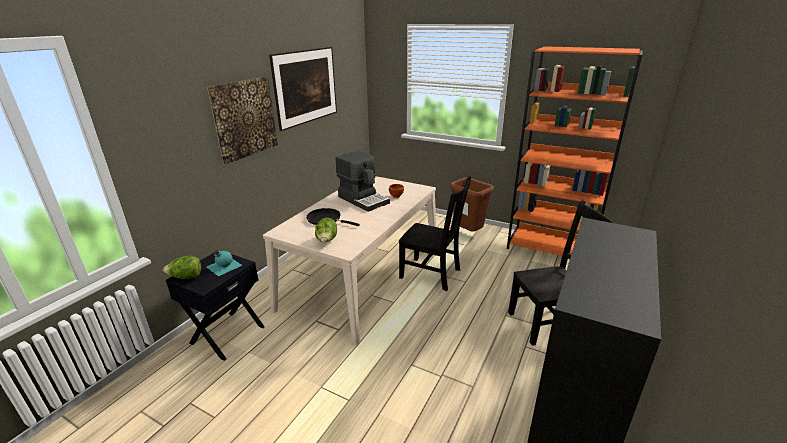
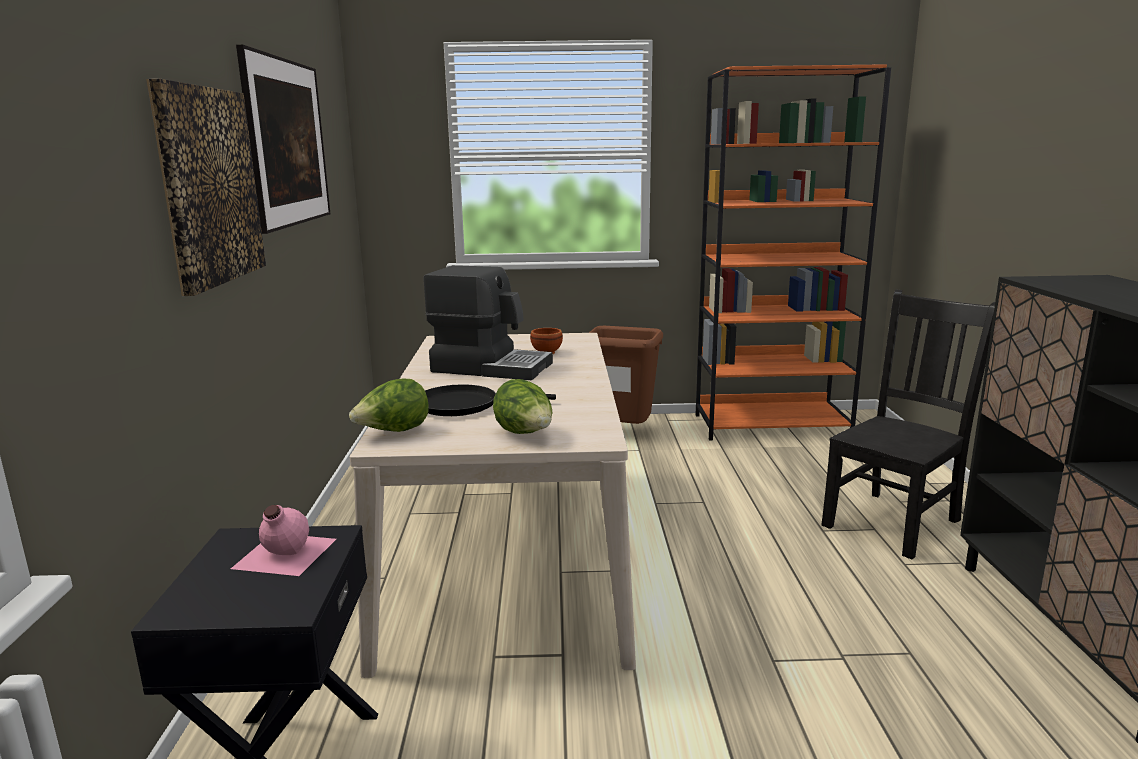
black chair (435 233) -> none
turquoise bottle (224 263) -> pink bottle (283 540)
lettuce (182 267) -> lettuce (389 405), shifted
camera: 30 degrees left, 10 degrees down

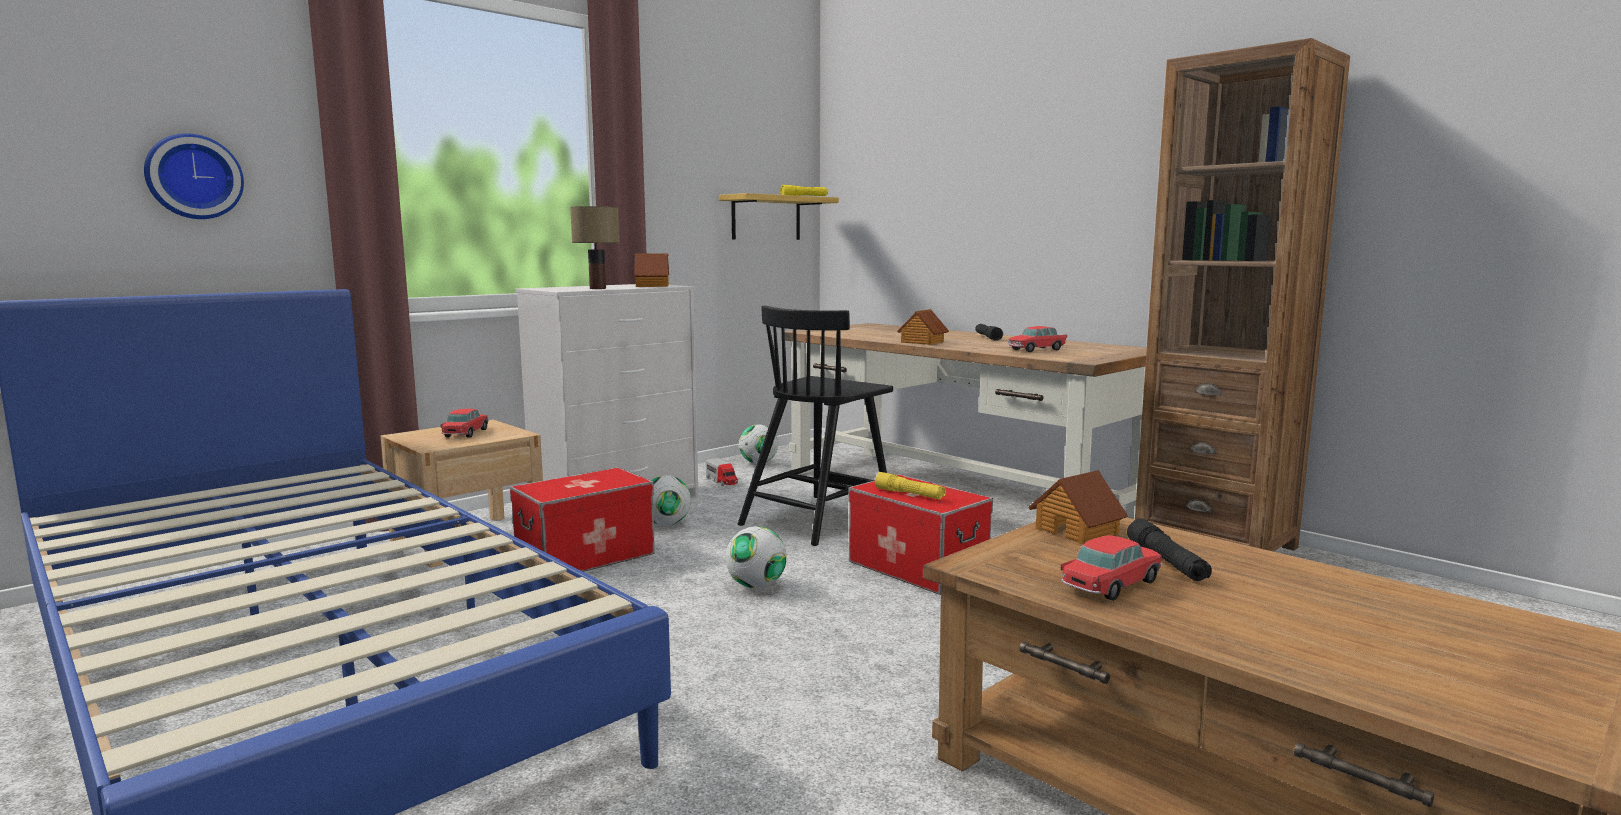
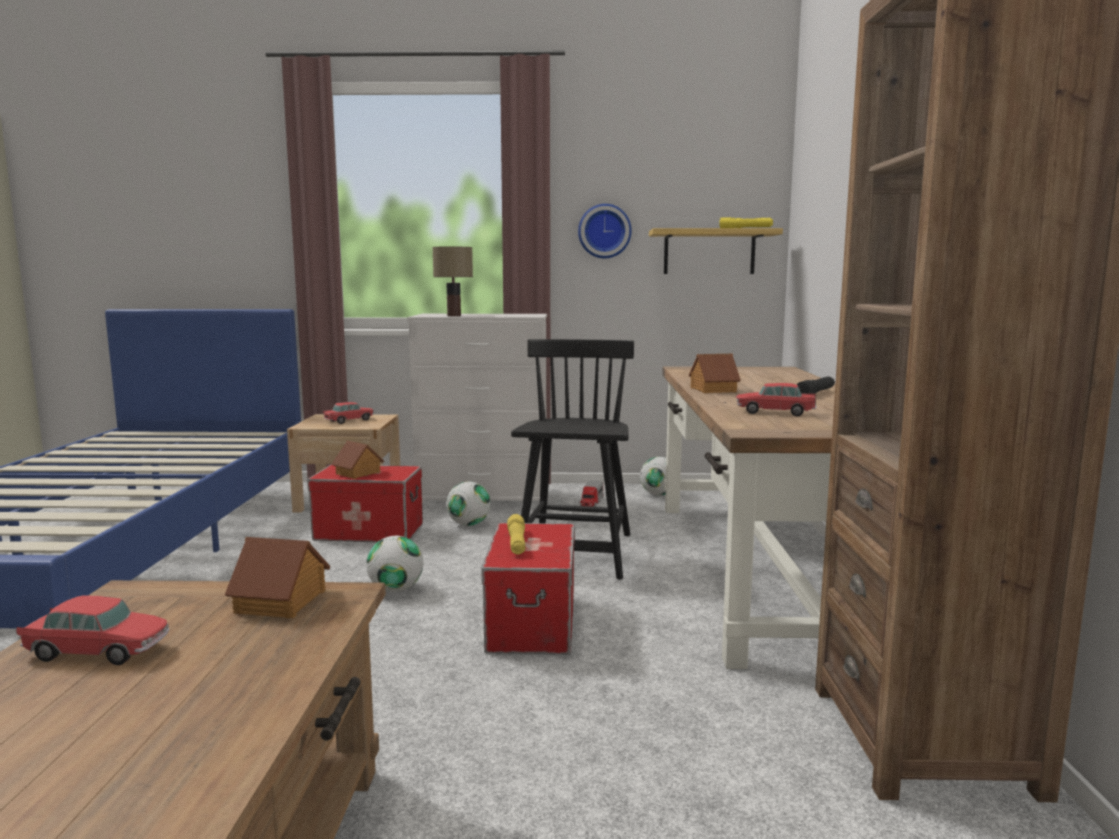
wall clock (194 176) -> wall clock (605 231), shifted
toy house (651 270) -> toy house (358 460), shifted
black chair (815 425) -> black chair (572 459), 105 degrees clockwise
black flashlight (1169 549) -> none
camera: 45 degrees right, 0 degrees up

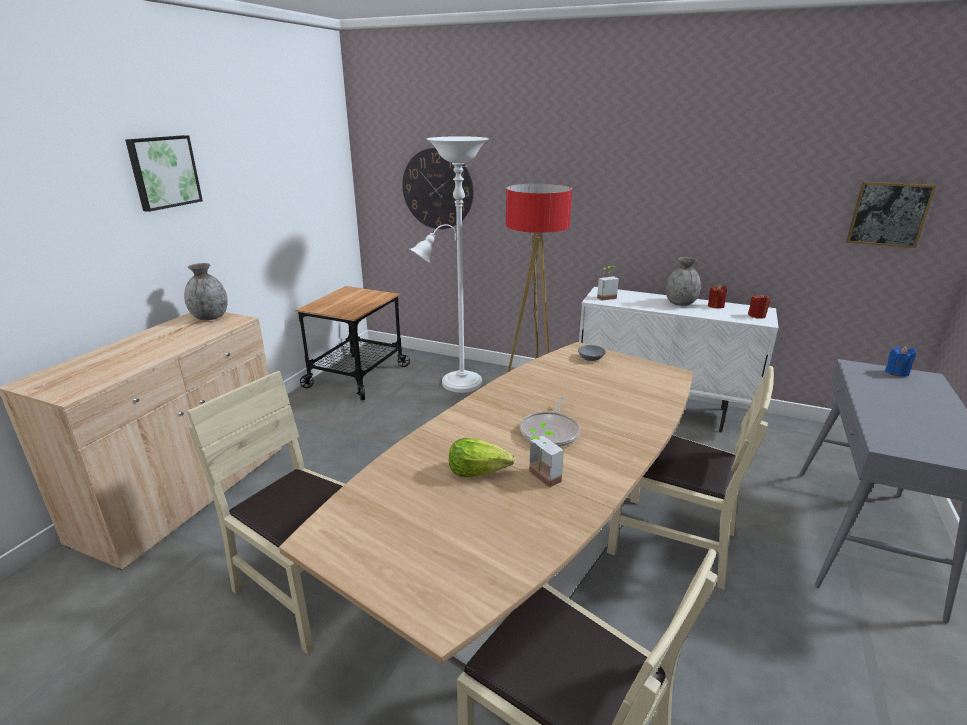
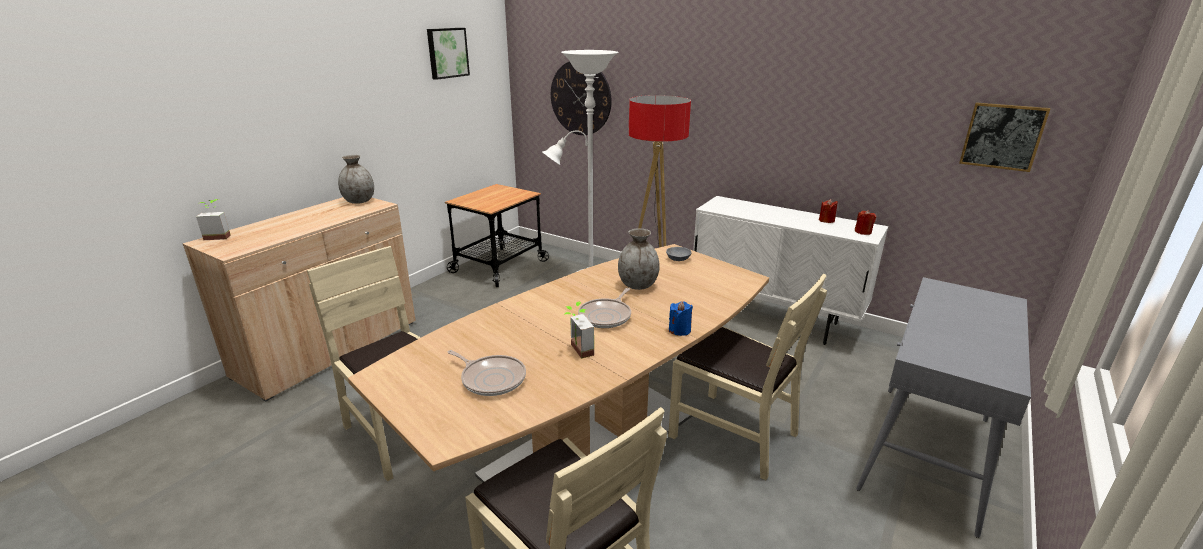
picture (164 173) -> picture (448 54), shifted
grey vase (683 281) -> grey vase (639 259), shifted
potted plant (608 283) -> potted plant (213 219), shifted
blue candle (900 361) -> blue candle (681 318), shifted
lettuce (482 457) -> none
none -> frying pan (487 373)
camera: 10 degrees right, 0 degrees up

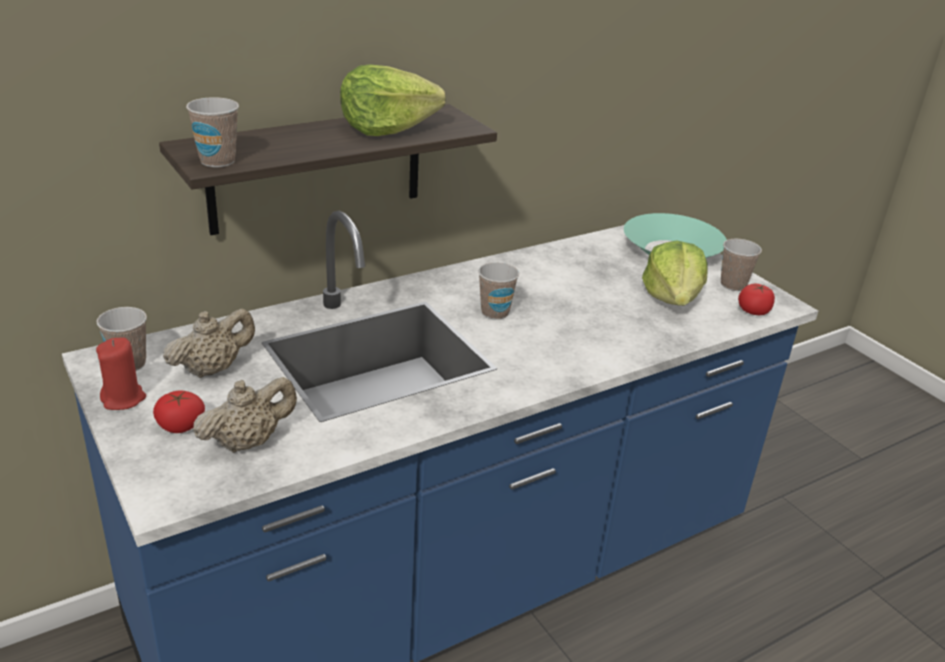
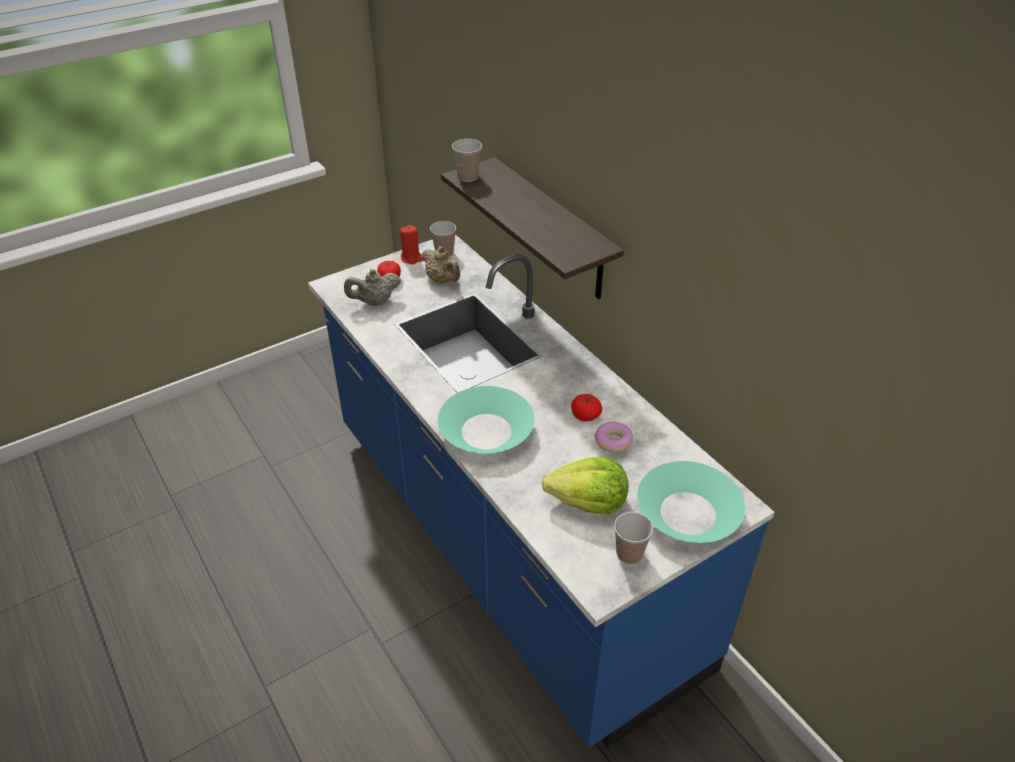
lettuce (393 100) -> none
cup (498 291) -> none
tomato (756 299) -> tomato (586 408), shifted
beige teapot (245 415) -> beige teapot (372 287), 105 degrees clockwise
none -> turquoise bowl (486 420)
none -> donut (614 437)
camera: 90 degrees right, 10 degrees up

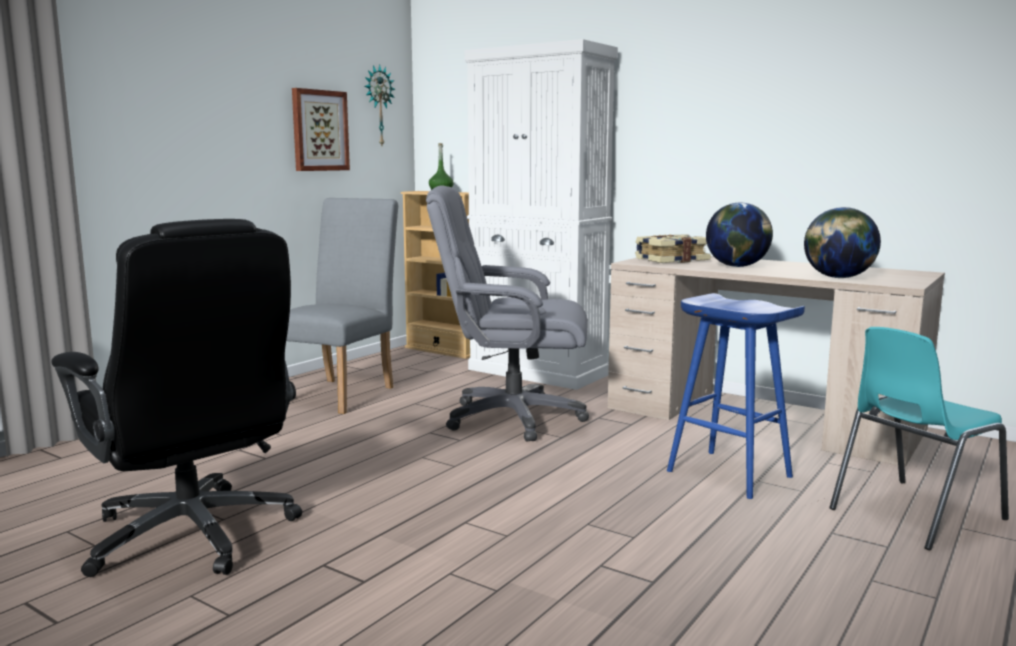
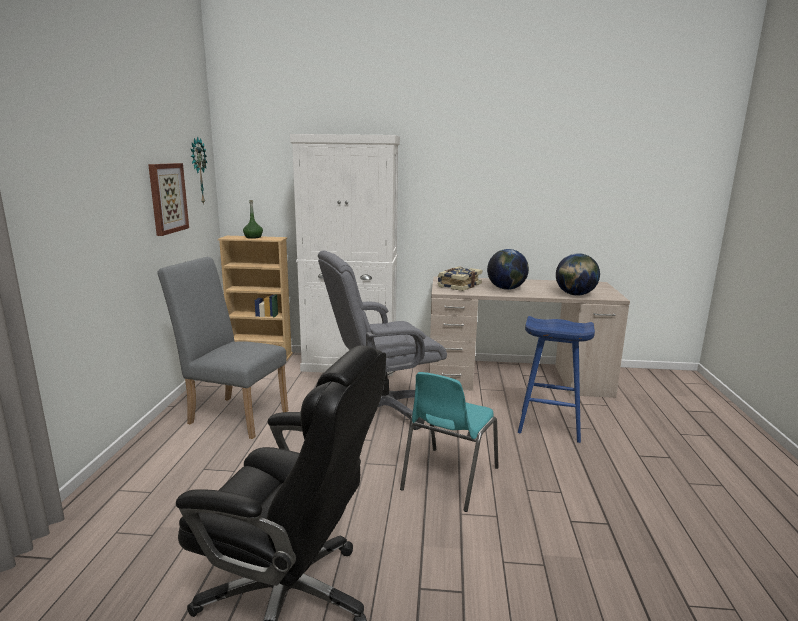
grey chair (342 306) -> grey chair (222 348), 60 degrees counterclockwise
turquoise chair (919 438) -> turquoise chair (449 442), shifted
camera: 30 degrees left, 5 degrees up

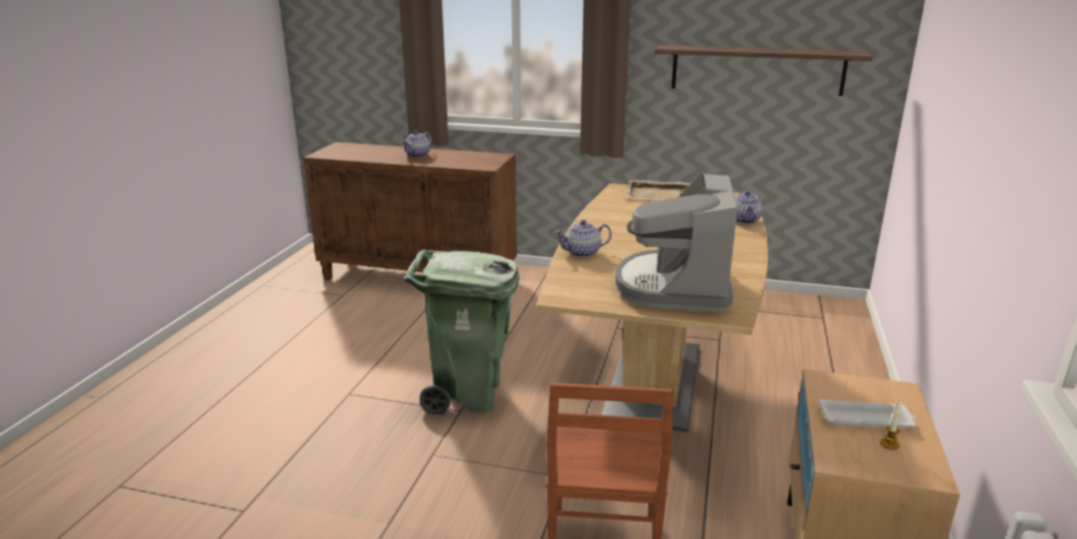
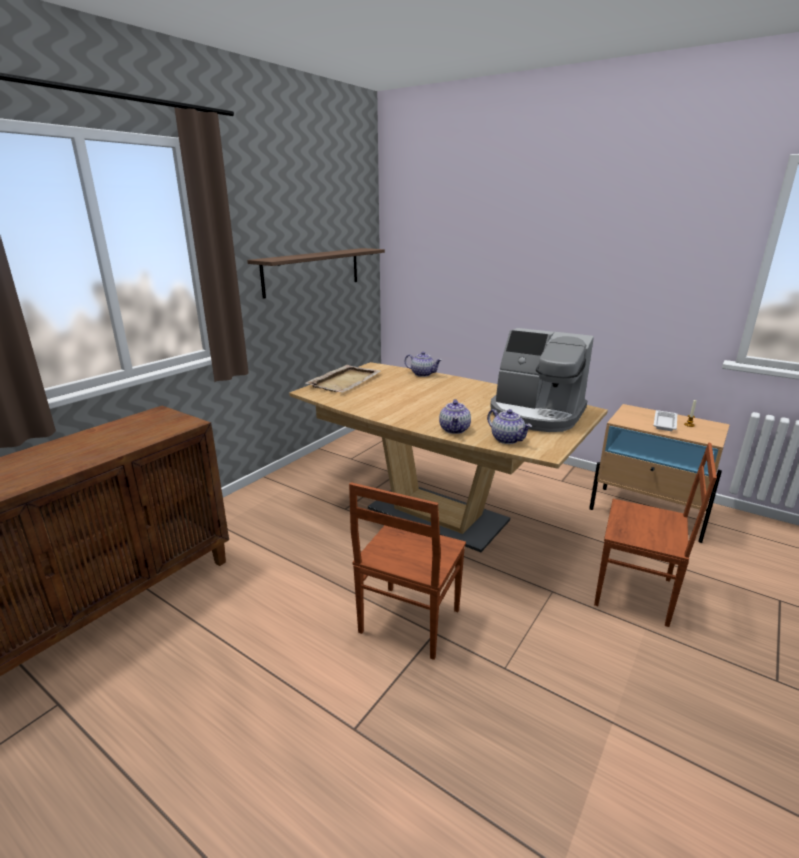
teapot (417 144) -> teapot (509 426), shifted
green trash can (461 332) -> brown chair (407 571)
camera: 70 degrees left, 0 degrees up

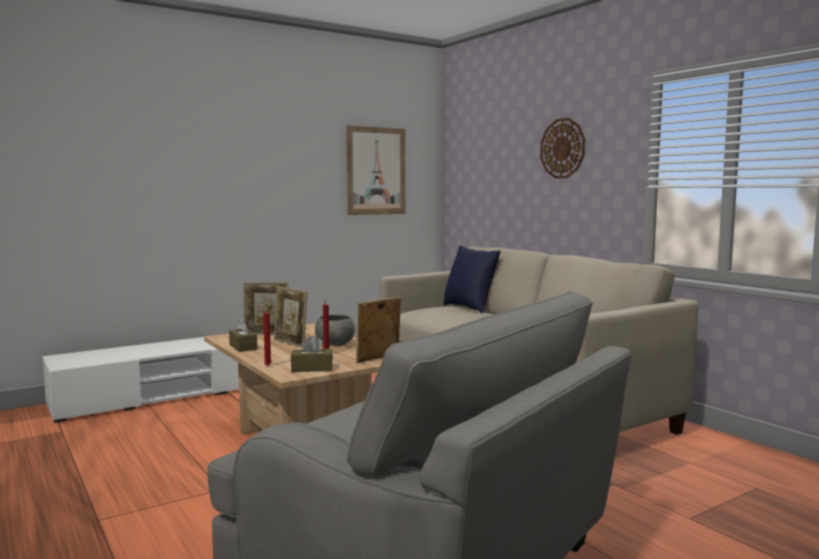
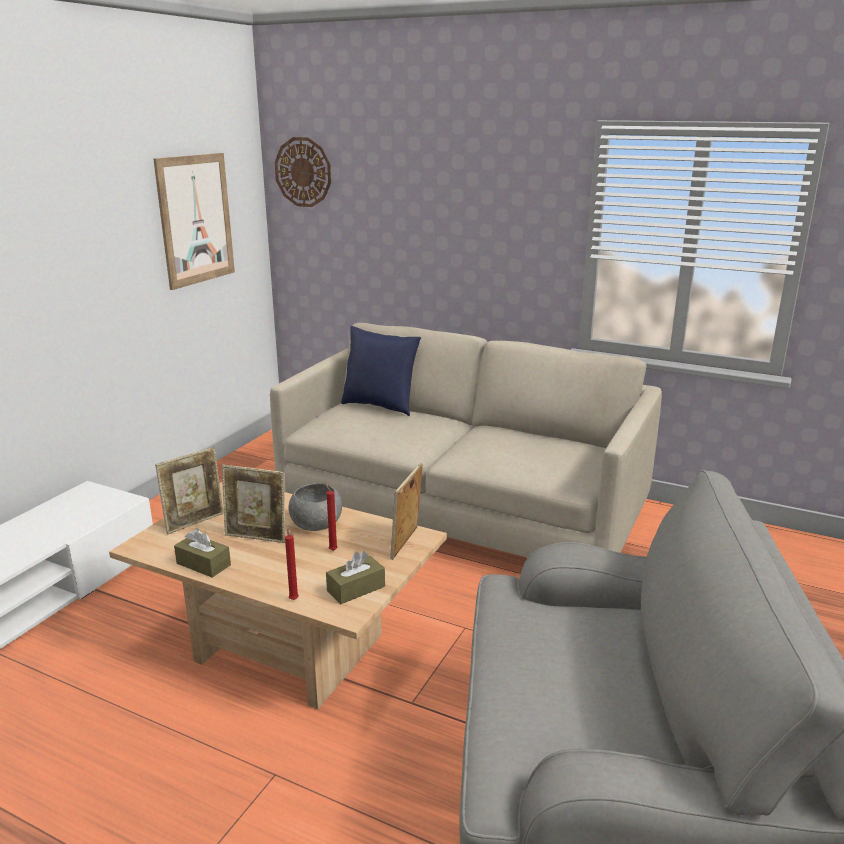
wall clock (562 148) -> wall clock (303 172), shifted
camera: 30 degrees left, 15 degrees up

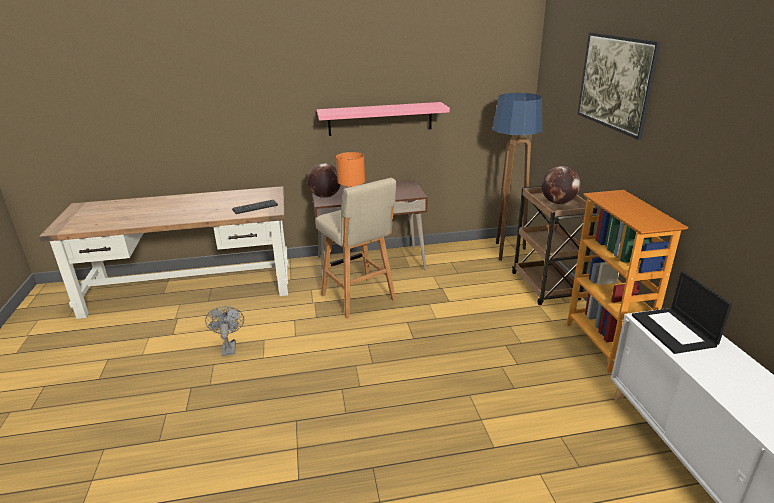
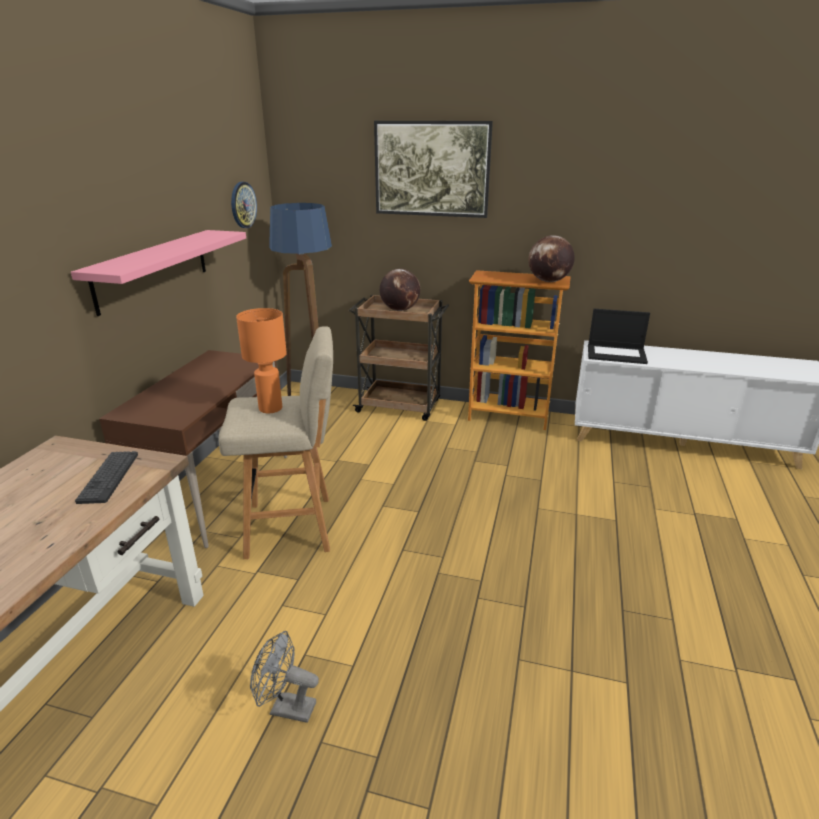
globe (324 180) -> globe (551 258), shifted
none -> wall clock (244 205)
camera: 65 degrees left, 0 degrees up

